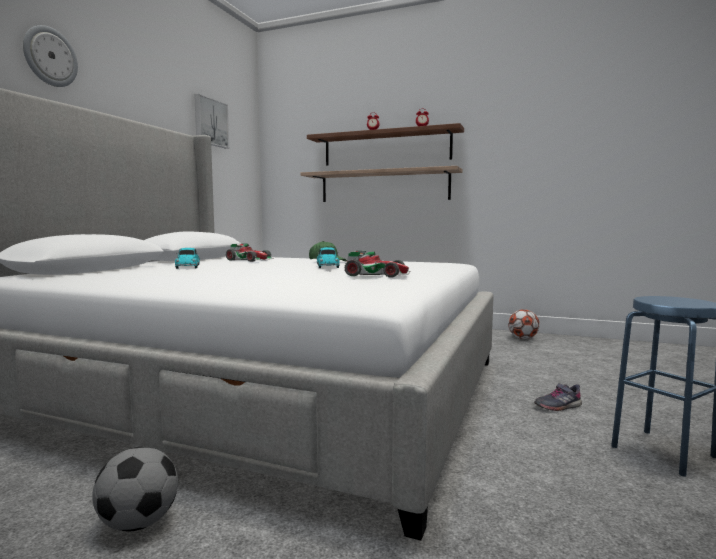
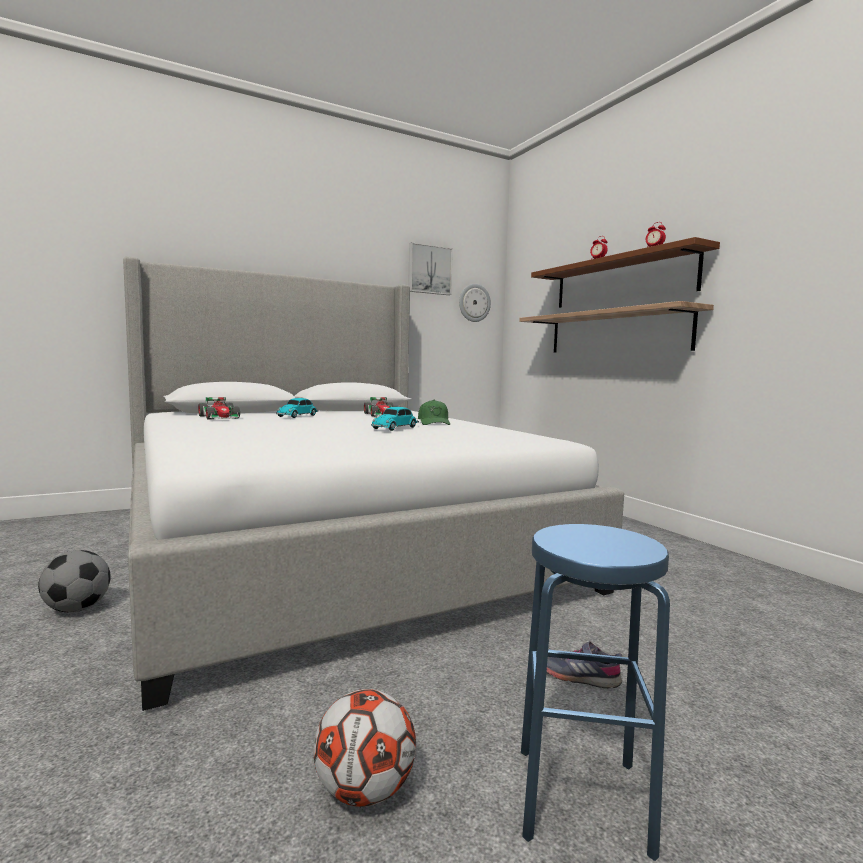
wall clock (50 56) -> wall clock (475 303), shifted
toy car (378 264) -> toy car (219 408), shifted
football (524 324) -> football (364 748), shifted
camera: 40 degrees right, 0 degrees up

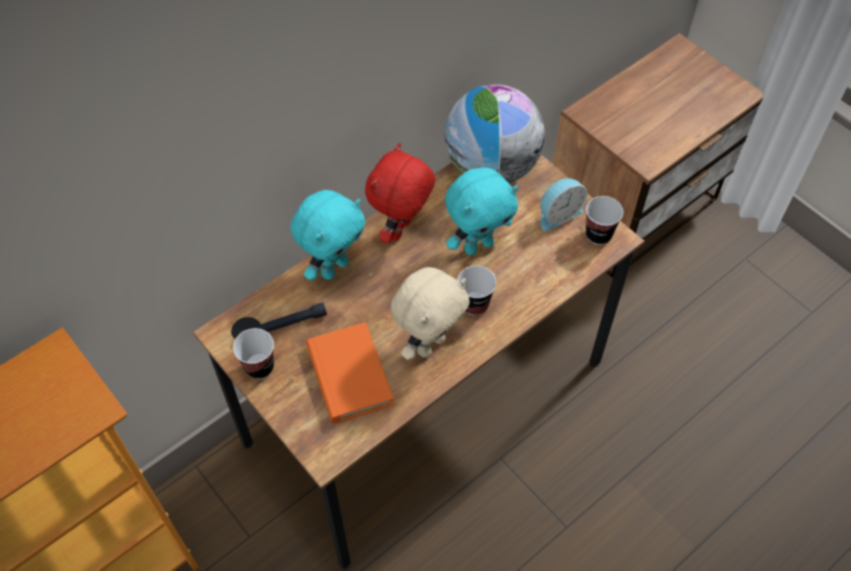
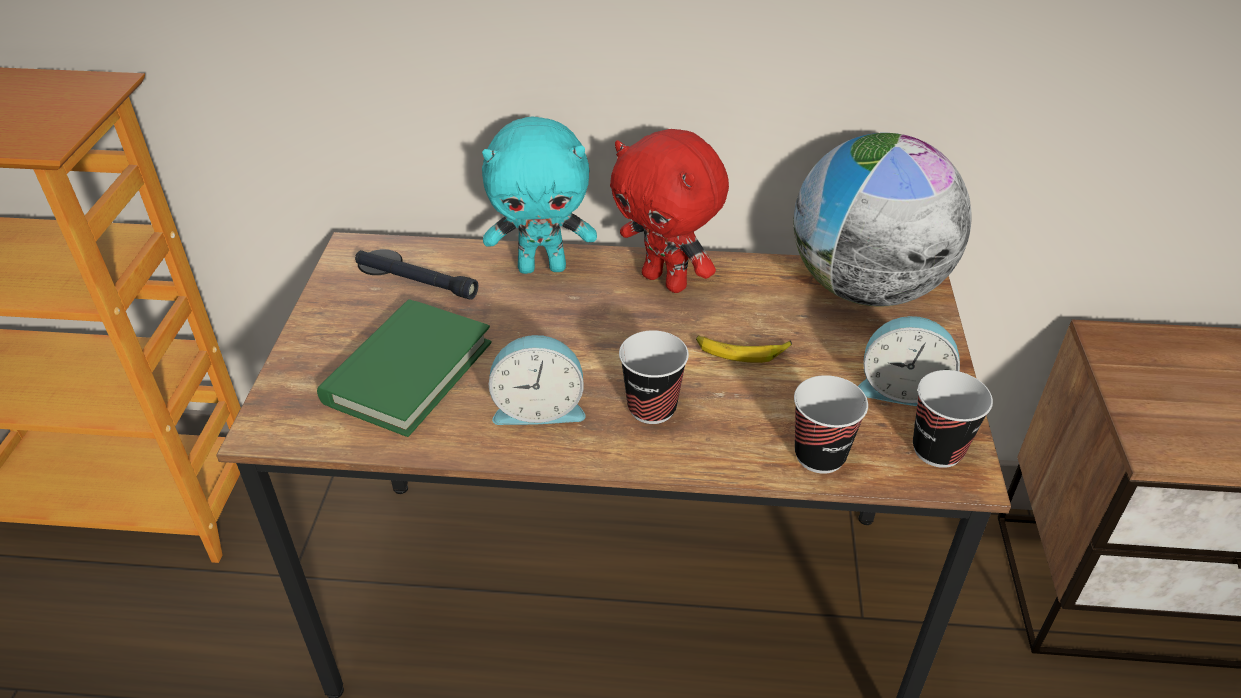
red plush toy (400 193) -> red plush toy (669 211), 120 degrees counterclockwise
turquoise plush toy (481 211) -> banana (744 349)
beige plush toy (430 313) -> alarm clock (537 380)
orange book (350 373) -> green book (404 368)
cup (253 353) -> cup (831 424), shifted
camera: 45 degrees right, 15 degrees down

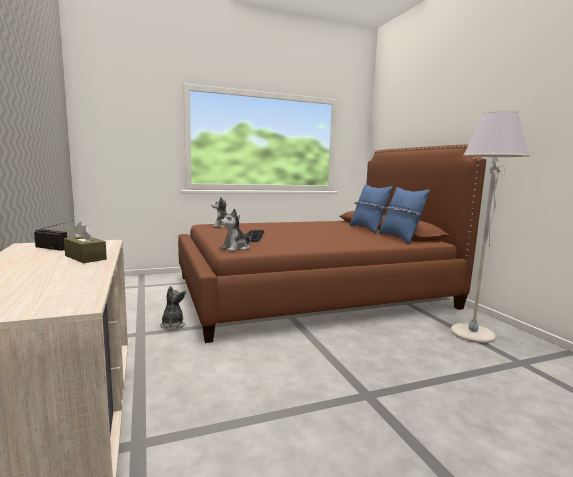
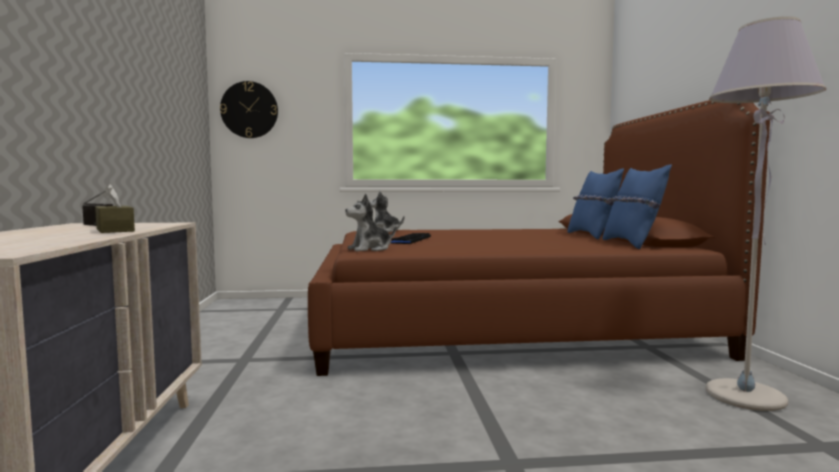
plush toy (173 307) -> none
none -> wall clock (249 109)
camera: 15 degrees right, 5 degrees down

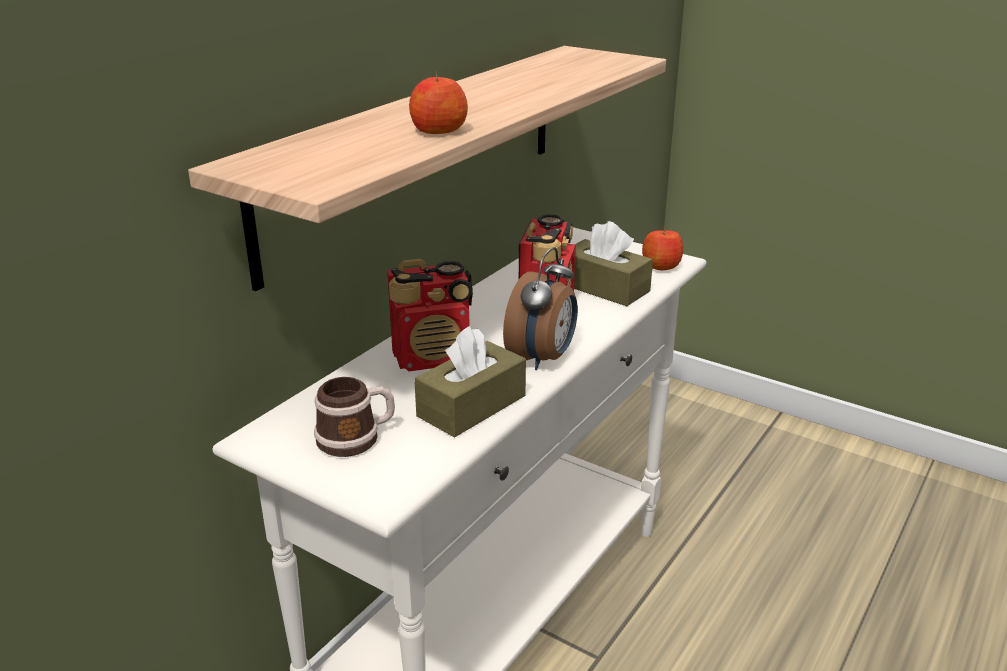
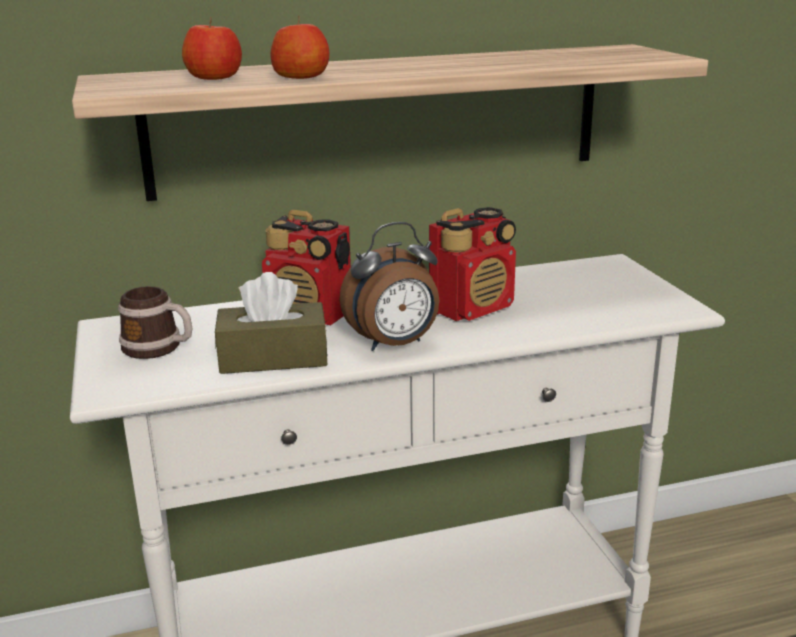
brown tissue box (613 263) -> none
apple (662 248) -> apple (212 48), shifted
camera: 40 degrees right, 5 degrees down

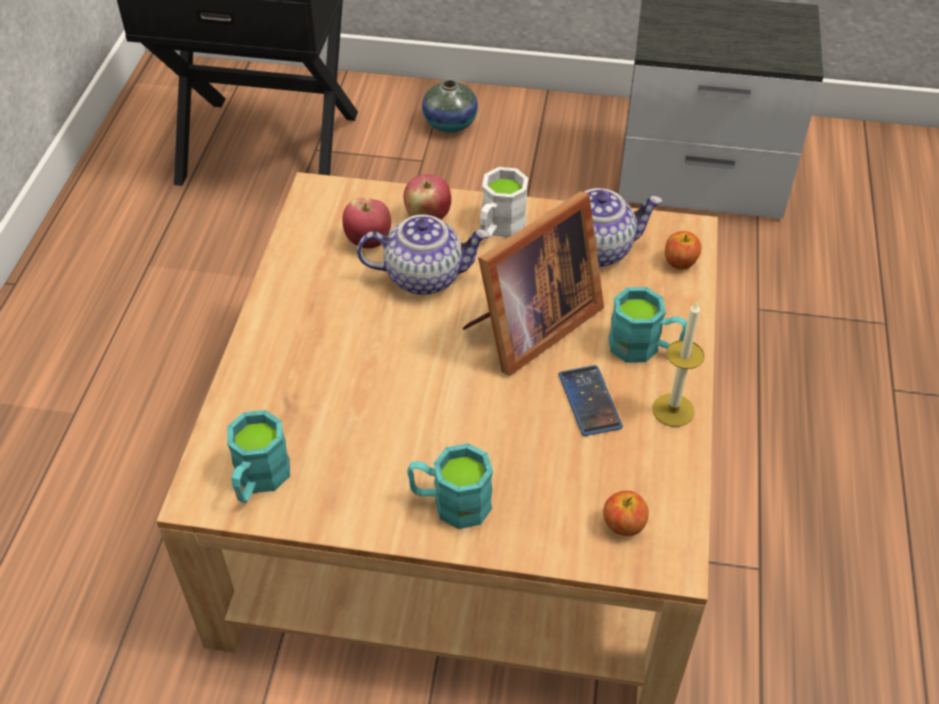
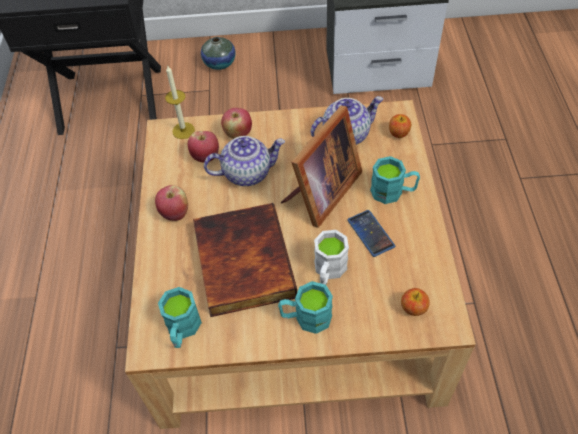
white mug (504 203) -> white mug (331 257), shifted
candle (678 364) -> candle (180 102), shifted
none -> apple (171 203)
none -> book (245 260)
camera: 10 degrees left, 5 degrees up

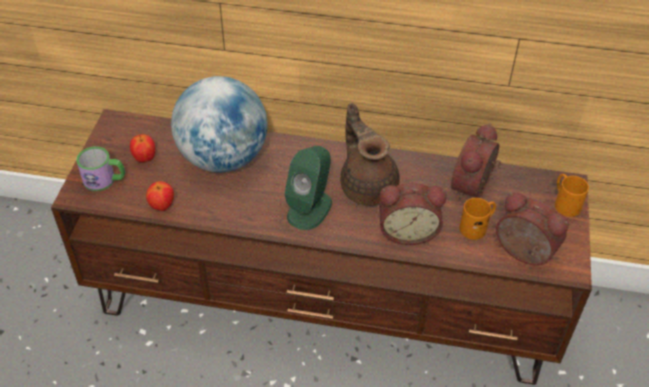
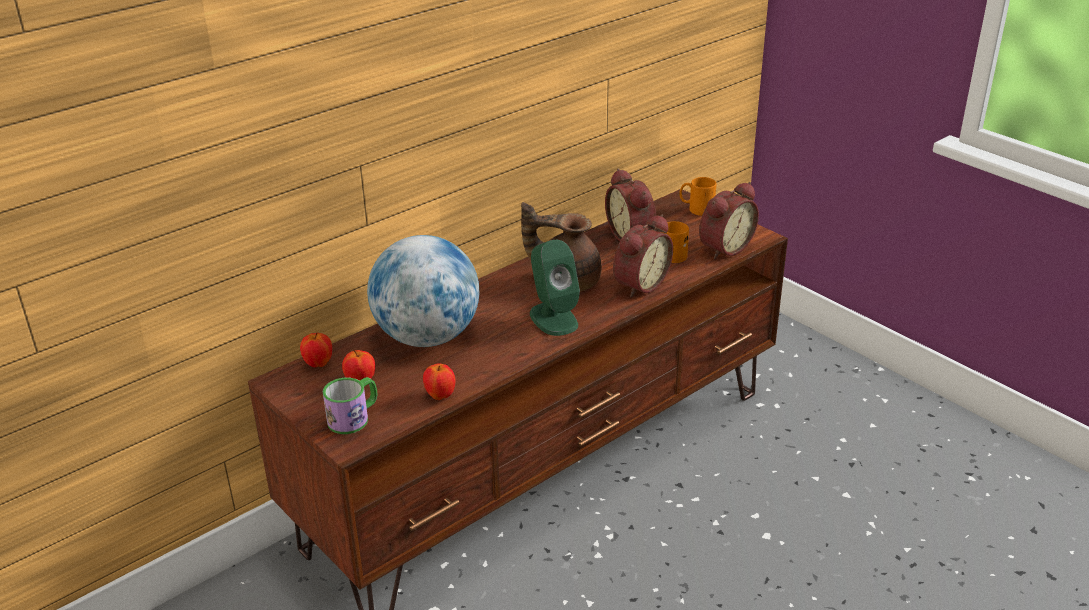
alarm clock (532 229) -> alarm clock (729 220), 150 degrees clockwise
none -> apple (316 349)
camera: 50 degrees left, 15 degrees down

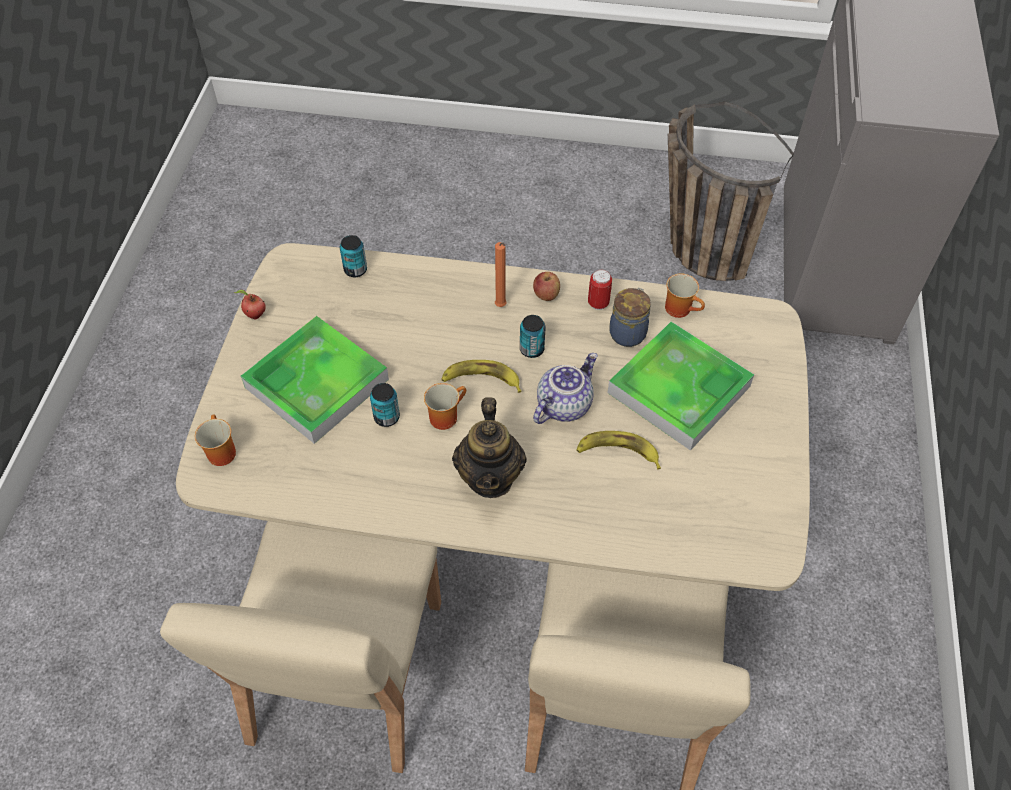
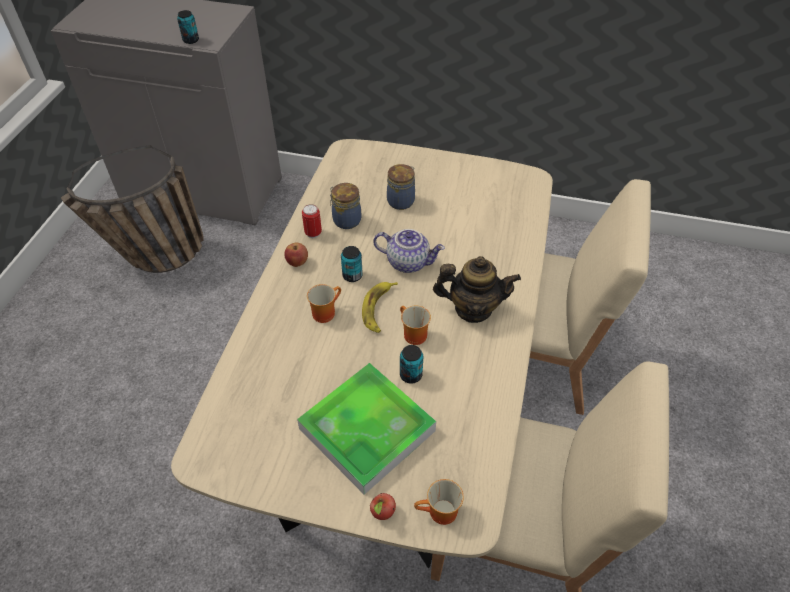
can (353 256) -> can (188 27), shifted
orange candle (500 274) -> none
mug (685 296) -> mug (324 303), shifted
apple (250 304) -> apple (383 506), shifted
tray (681 386) -> jar (401 187)
teapot (565 388) -> teapot (409 251), 150 degrees clockwise
banana (618 450) -> none
camera: 85 degrees left, 5 degrees down

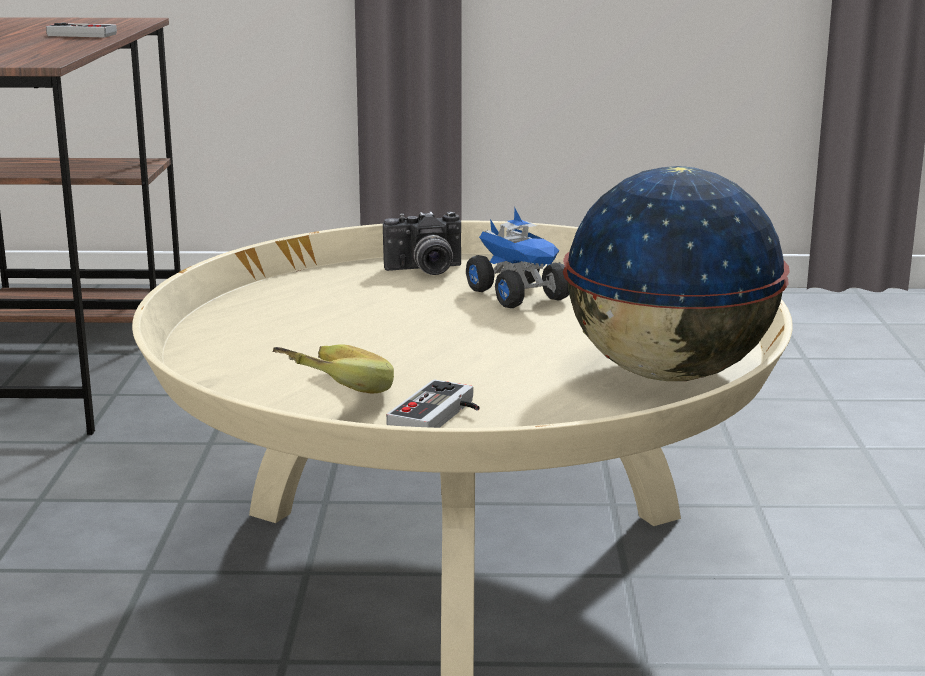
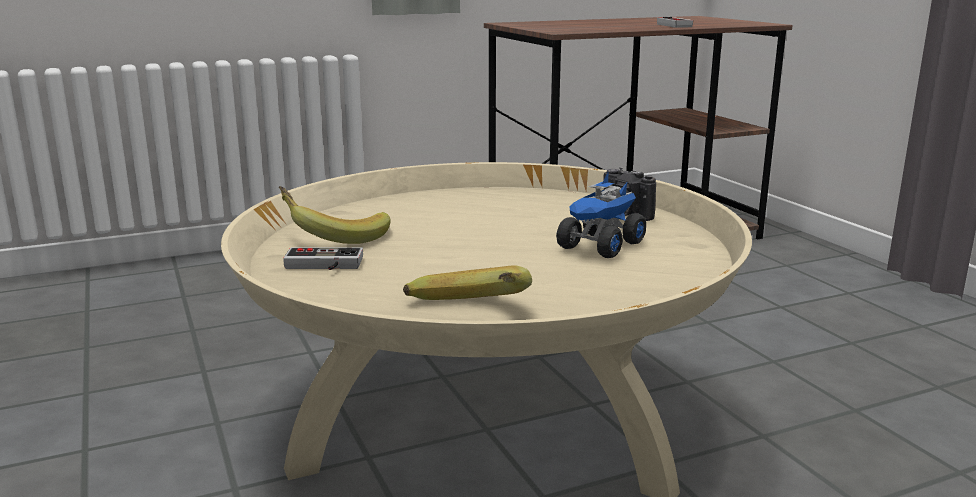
globe (676 273) -> banana (467 282)
camera: 65 degrees right, 0 degrees up

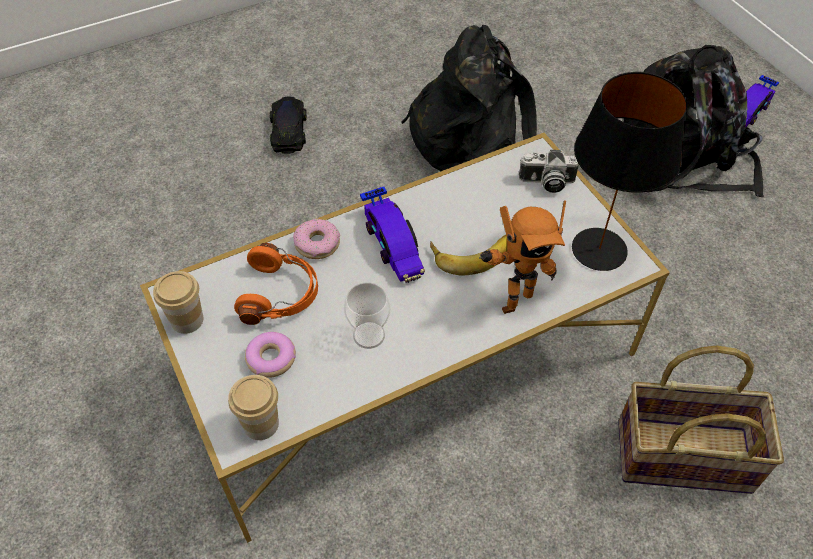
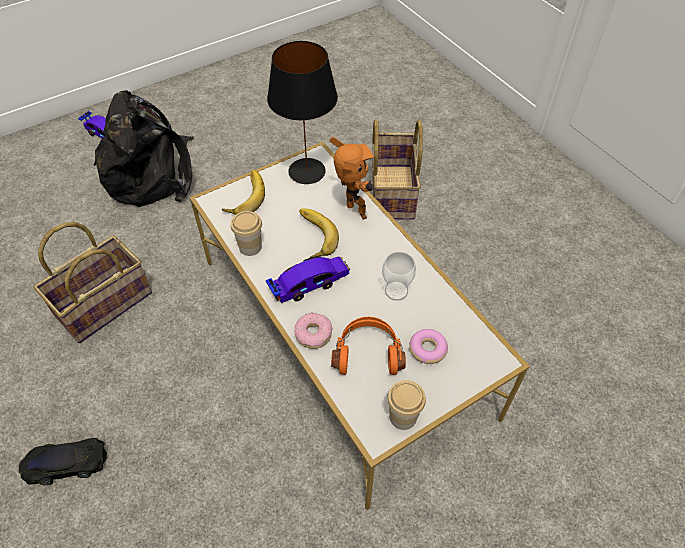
black backpack (469 98) -> basket (93 282)
photo camera (549 171) -> banana (243 192)
cup (253 407) -> cup (246 233), shifted
camera: 95 degrees left, 0 degrees up

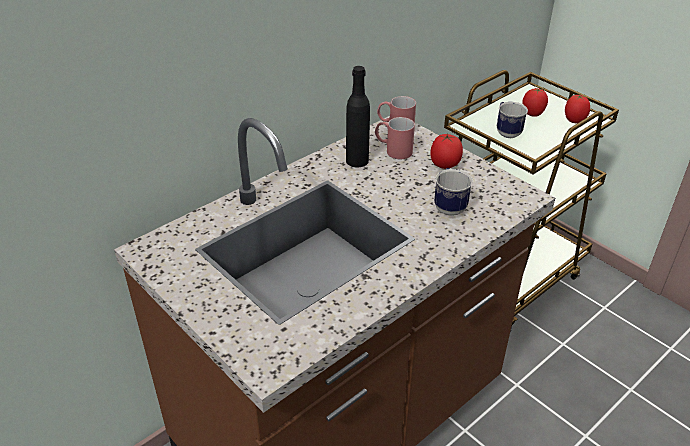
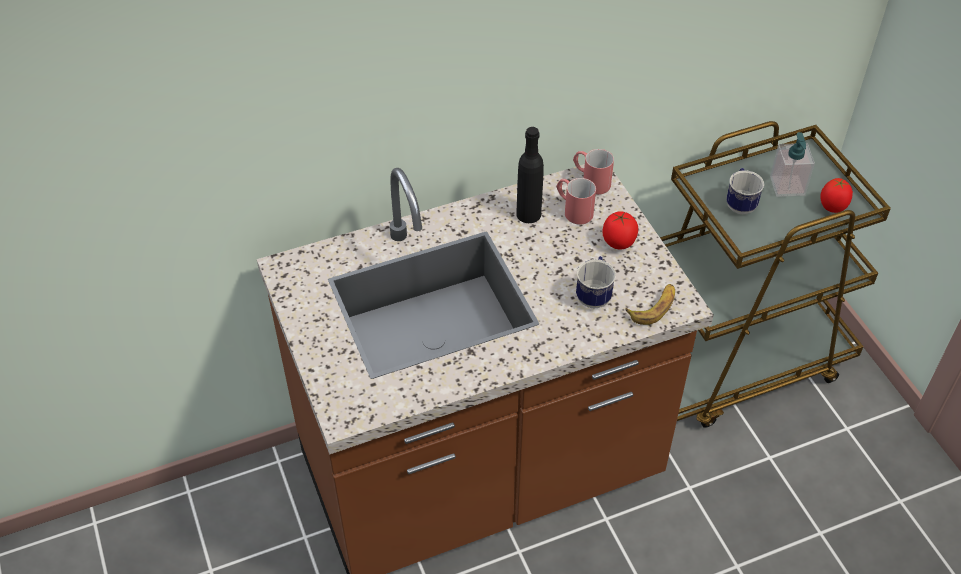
tomato (535 102) -> soap dispenser (792 164)
none -> banana (650 304)
camera: 20 degrees right, 10 degrees up

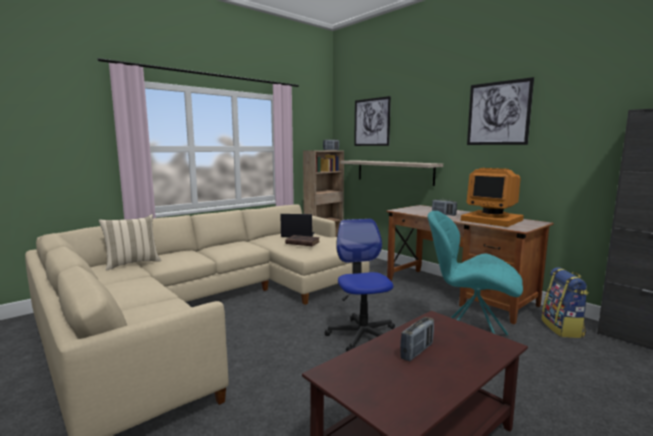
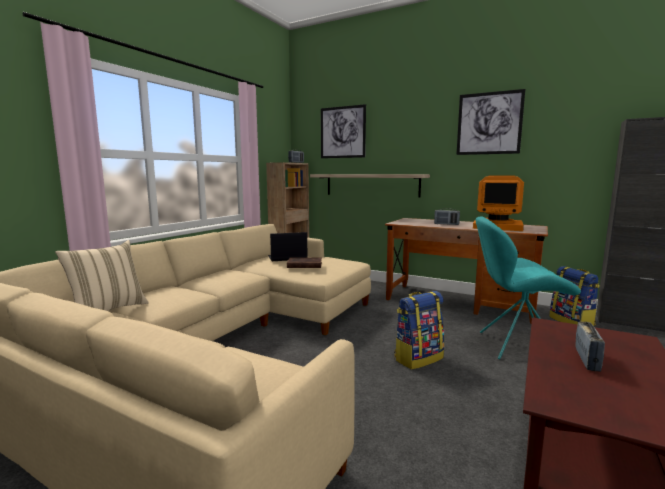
office chair (359 285) -> backpack (419 330)
camera: 20 degrees left, 0 degrees up

